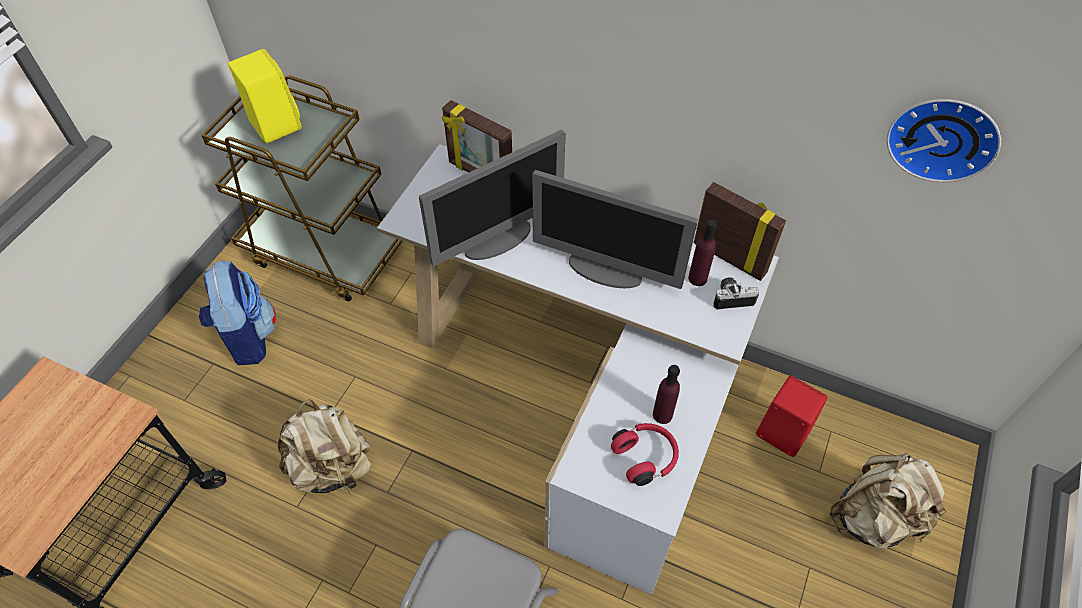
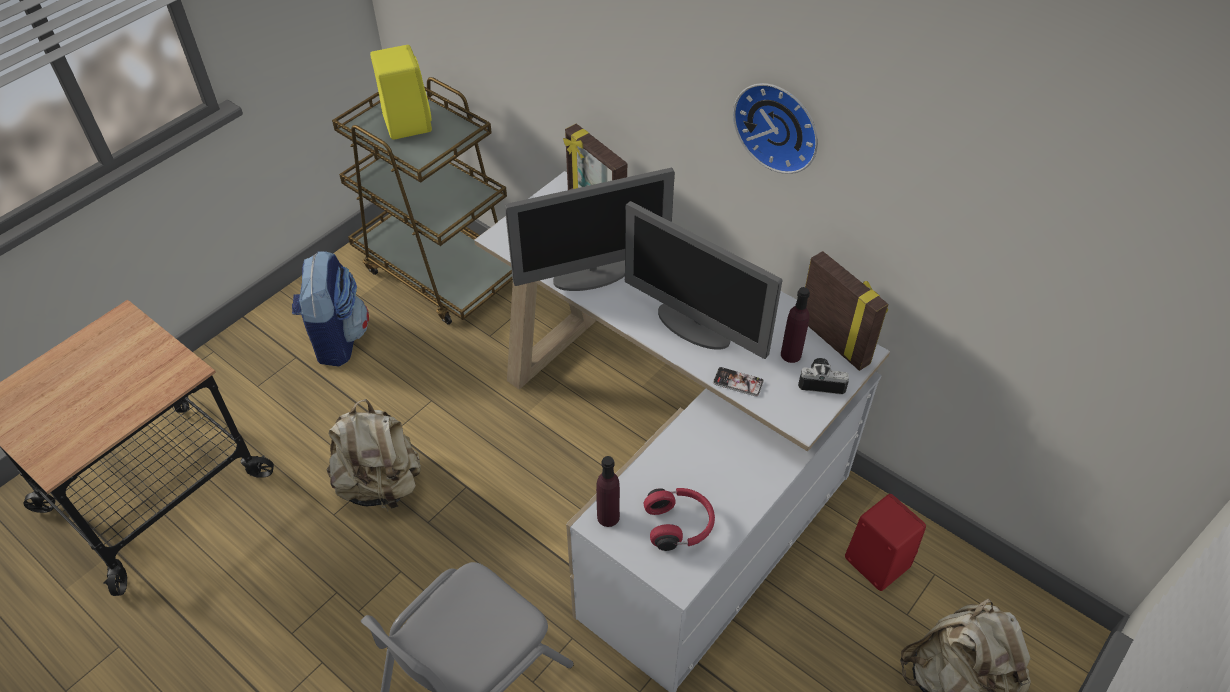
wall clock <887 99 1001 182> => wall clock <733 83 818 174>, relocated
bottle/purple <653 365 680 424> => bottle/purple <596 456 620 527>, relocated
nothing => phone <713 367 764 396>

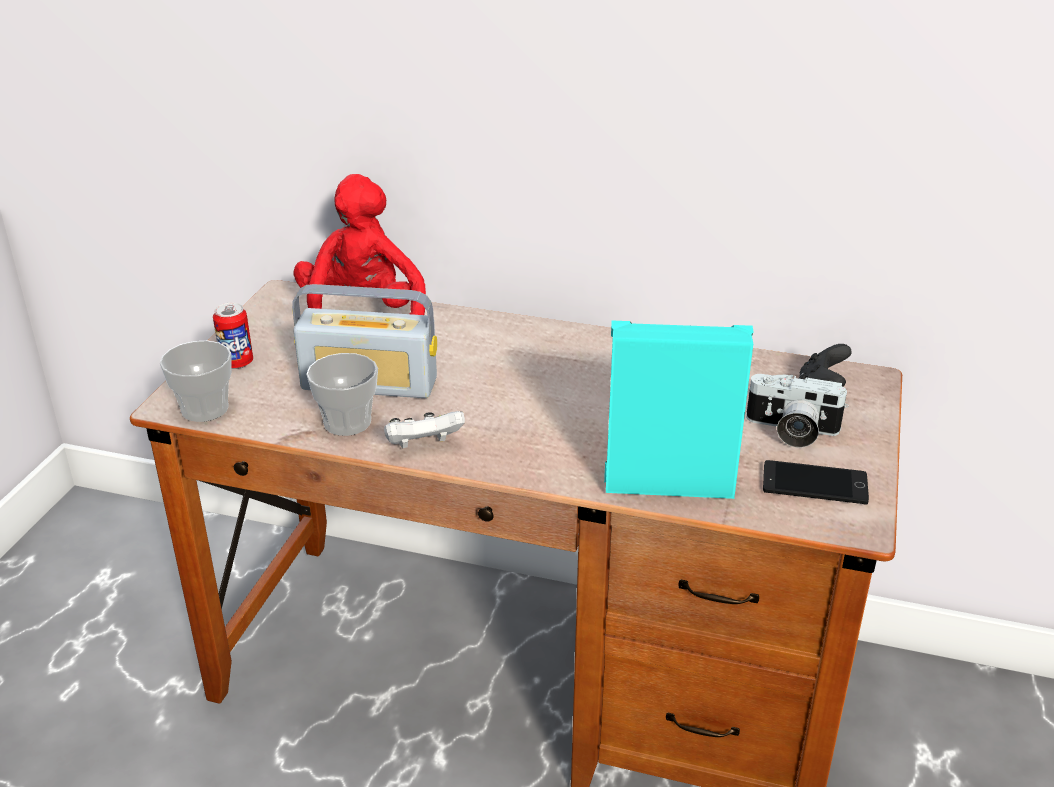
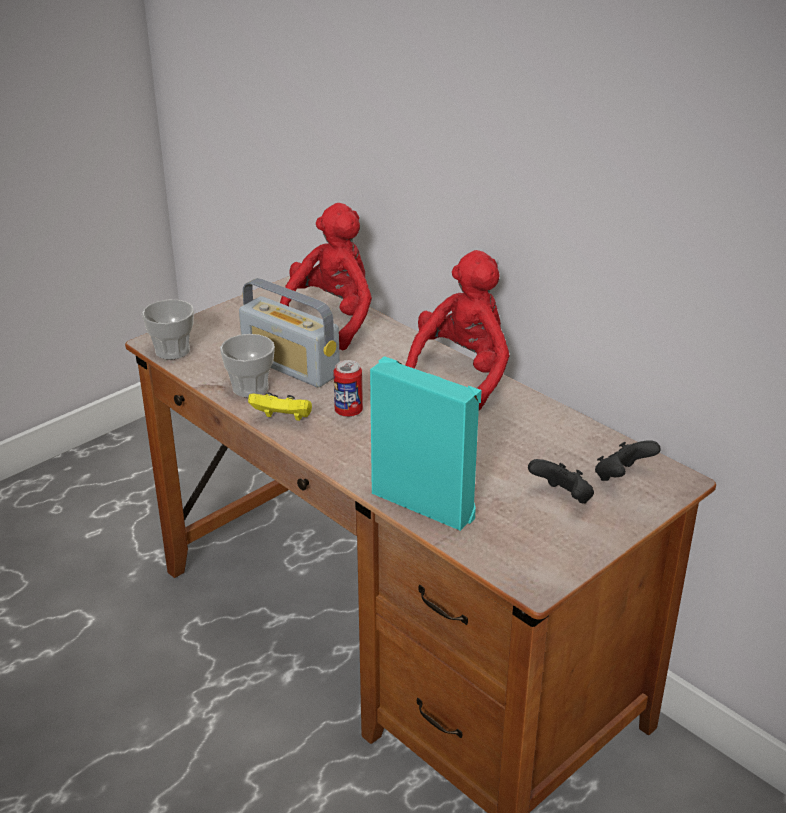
can <213 303 253 369> => can <333 360 363 417>, relocated
photo camera <746 374 849 448> => game controller/black <528 459 594 503>
game controller/white <384 411 465 449> => game controller/yellow <248 392 312 421>
phone <763 460 869 505> => nothing
nothing => plush toy/red <405 250 510 410>

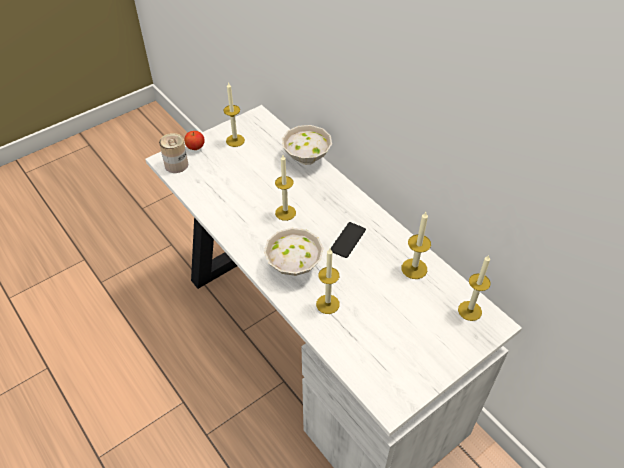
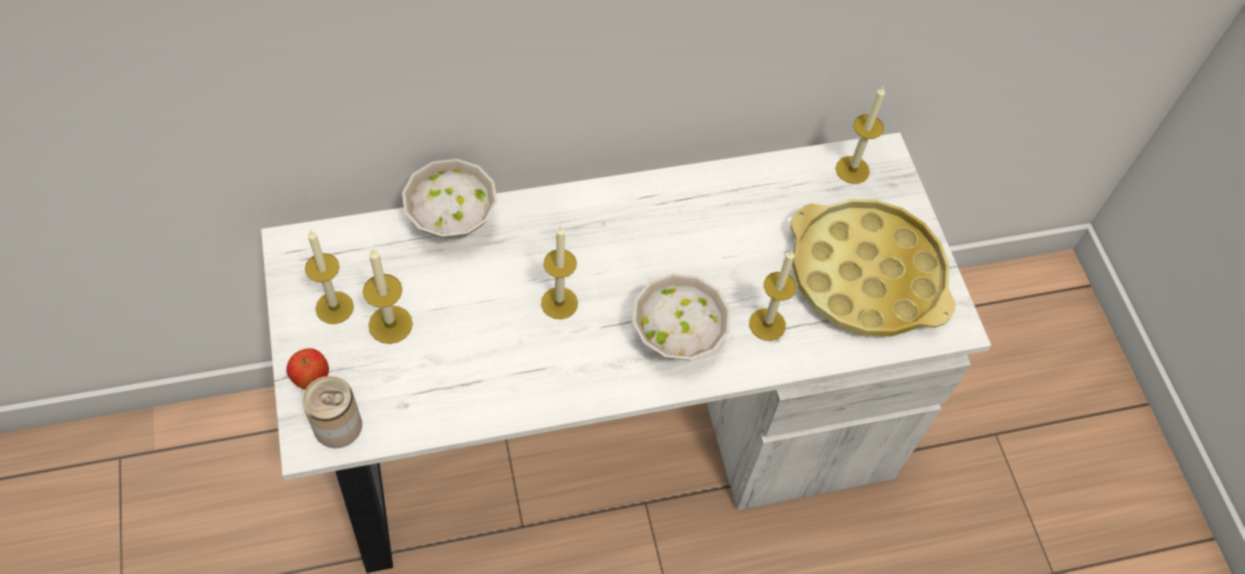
candle <402 212 431 279> => candle <363 248 413 344>, relocated
phone <330 222 366 258> => nothing
nothing => tray/yellow <790 199 955 336>

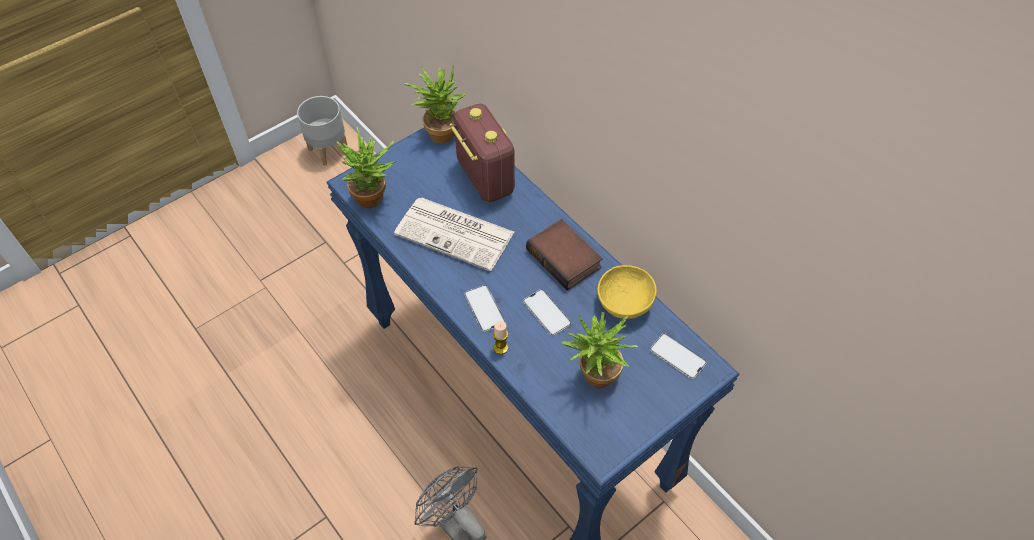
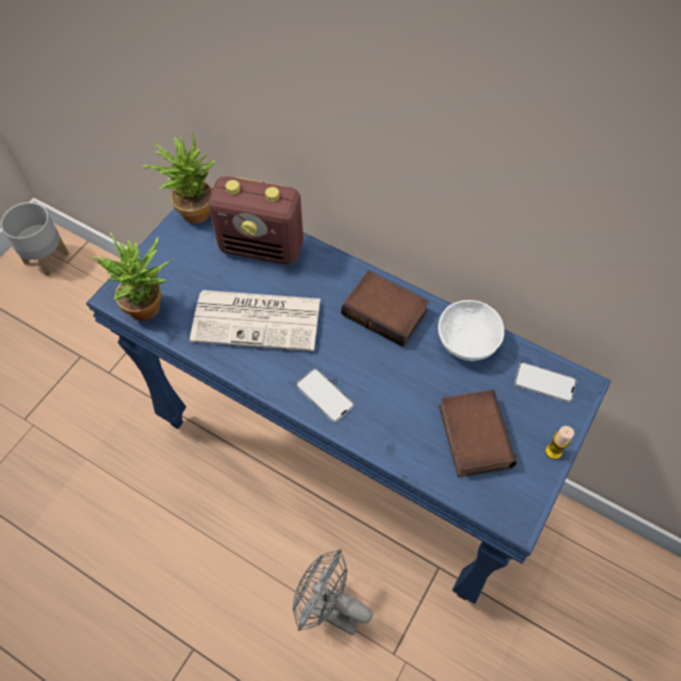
radio <449 103 515 202> => radio <208 176 303 265>, 150 degrees clockwise
bowl/yellow <597 265 657 319> => bowl/white <438 300 504 361>
phone <523 289 571 336> => nothing
potted plant <562 312 638 388> => book <439 390 517 477>
candle <493 321 508 354> => candle <545 426 574 460>, relocated

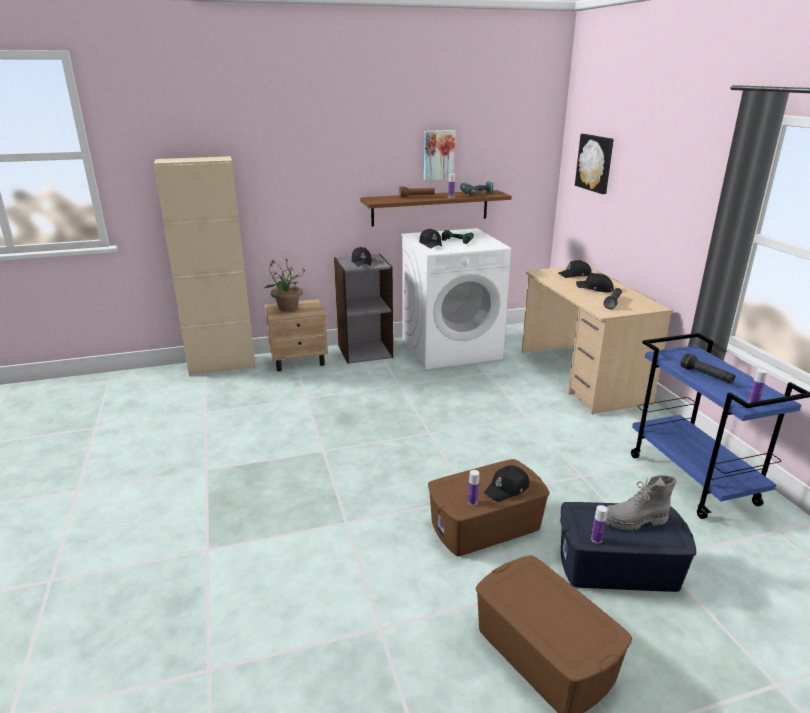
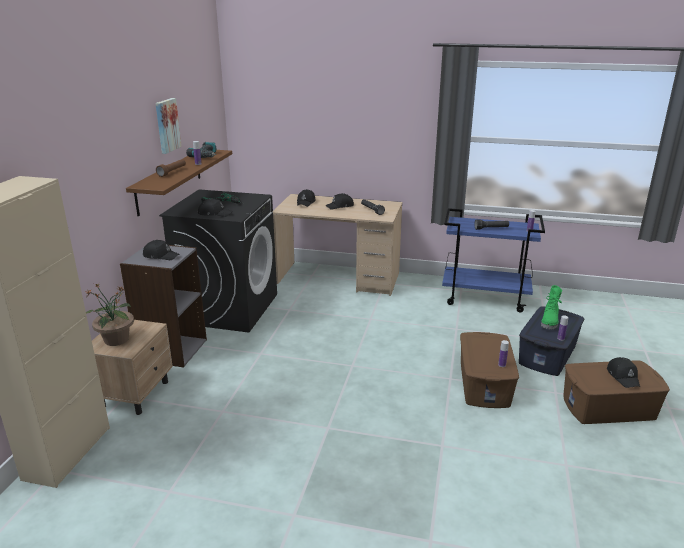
picture <575 134 614 194> => nothing
washing machine/white <402 228 511 369> => washing machine/black <159 189 277 333>
cap/black <484 465 529 502> => cap/black <607 357 640 388>, relocated
boot/grey <605 475 677 531> => boot/green <541 285 562 330>

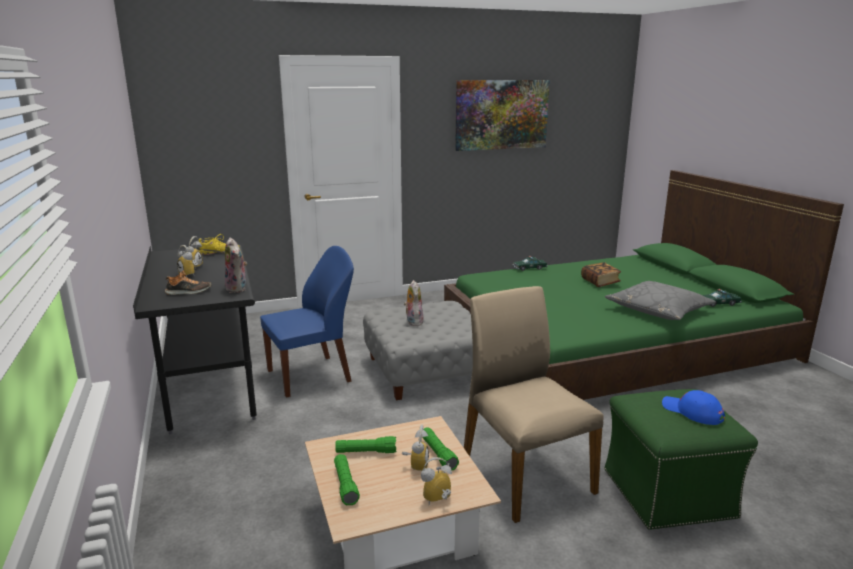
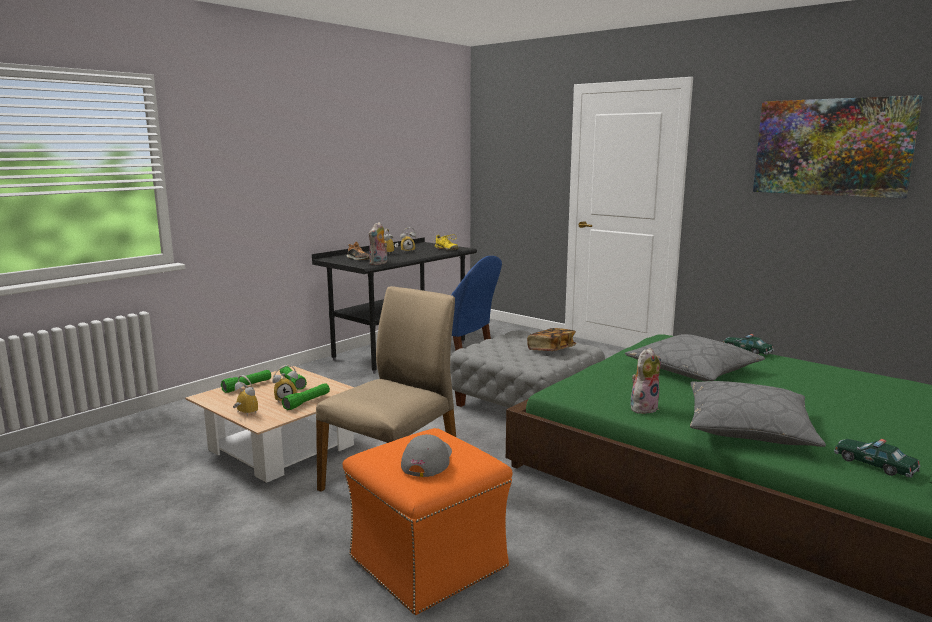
book <581 262 621 287> => book <527 328 576 351>, relocated
plush toy <404 280 424 326> => plush toy <631 348 661 414>, relocated
ottoman/green <604 389 758 530> => ottoman/orange <343 428 512 615>
cap/blue <662 390 725 425> => cap/grey <401 434 452 477>
nothing => pillow/grey <625 334 765 381>

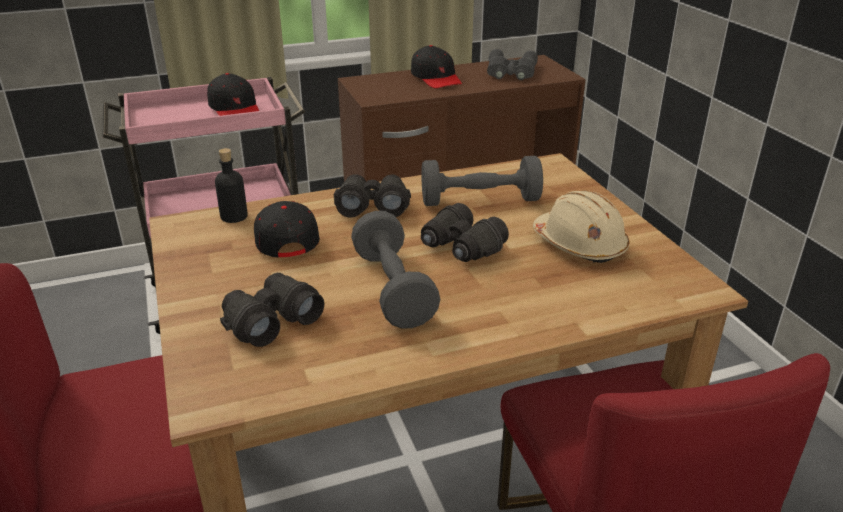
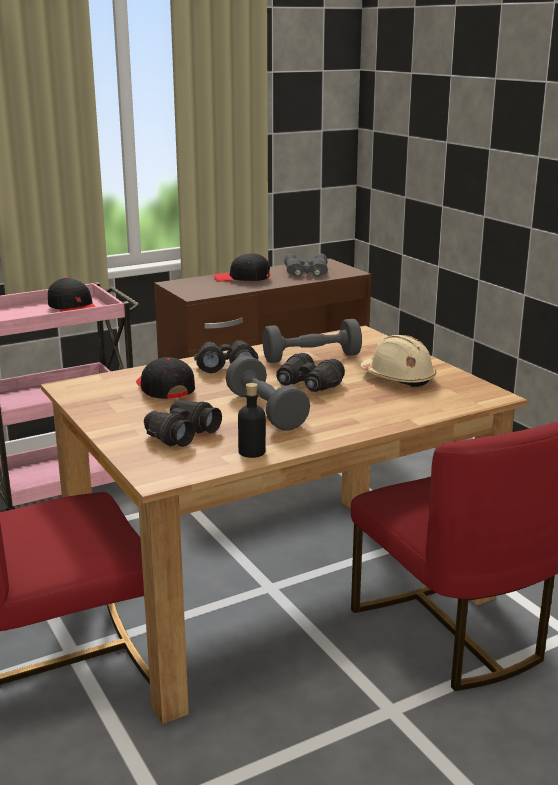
cap/black <411 45 462 88> => cap/black <214 253 270 282>, 135 degrees clockwise
bottle/black <215 148 248 223> => bottle/black <238 383 266 458>, relocated

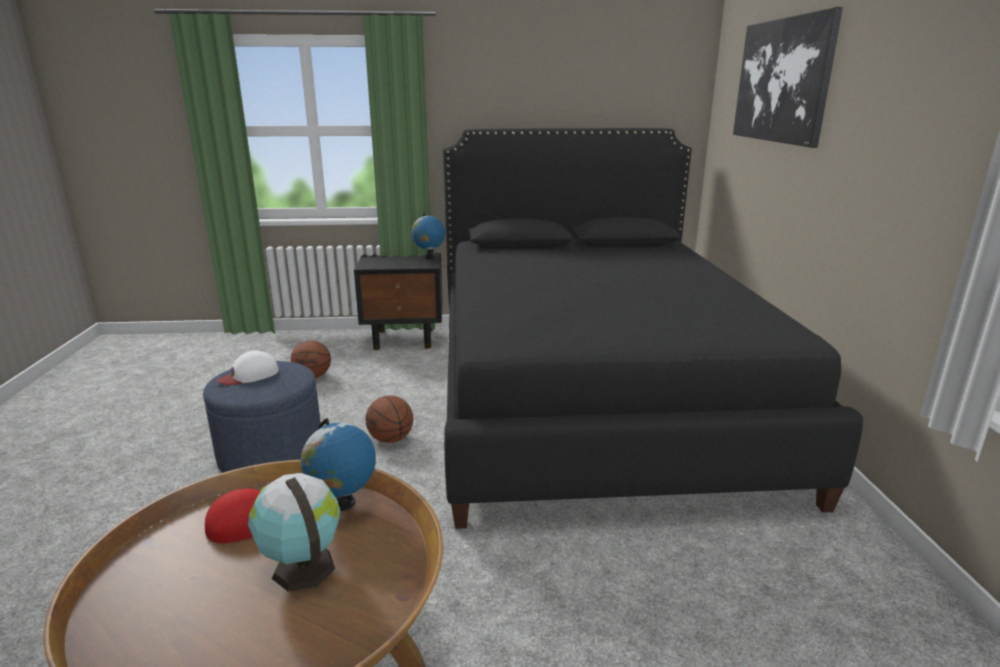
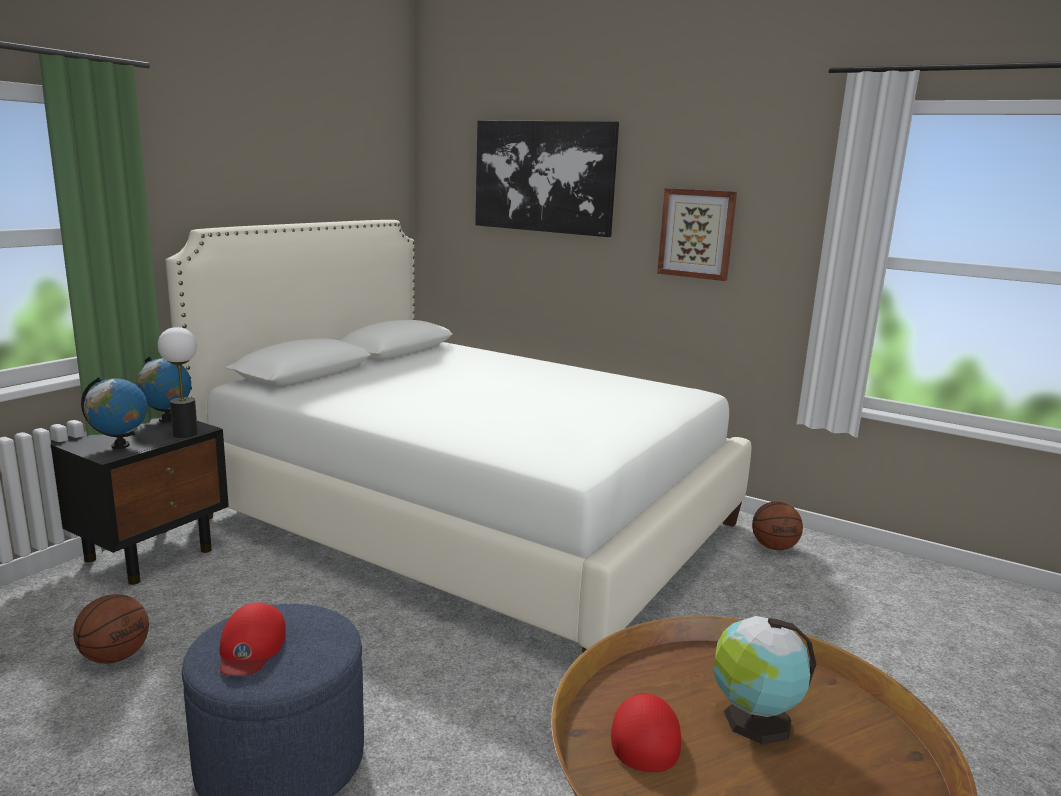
bed/black <443 128 863 529> => bed/white <166 220 751 652>
cap/white <217 351 279 385> => cap/red <220 602 286 676>
basketball <365 395 413 443> => basketball <752 502 803 550>, relocated
globe <301 418 376 511> => globe <81 377 147 449>, relocated
nothing => picture <657 188 737 281>
nothing => table lamp <158 327 198 438>

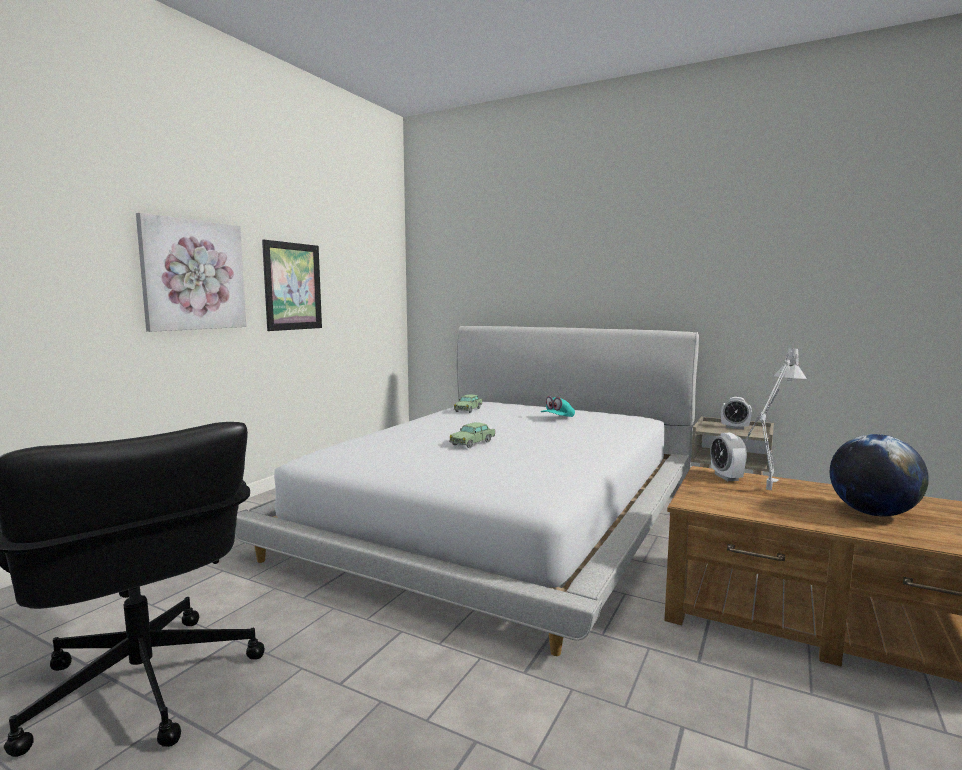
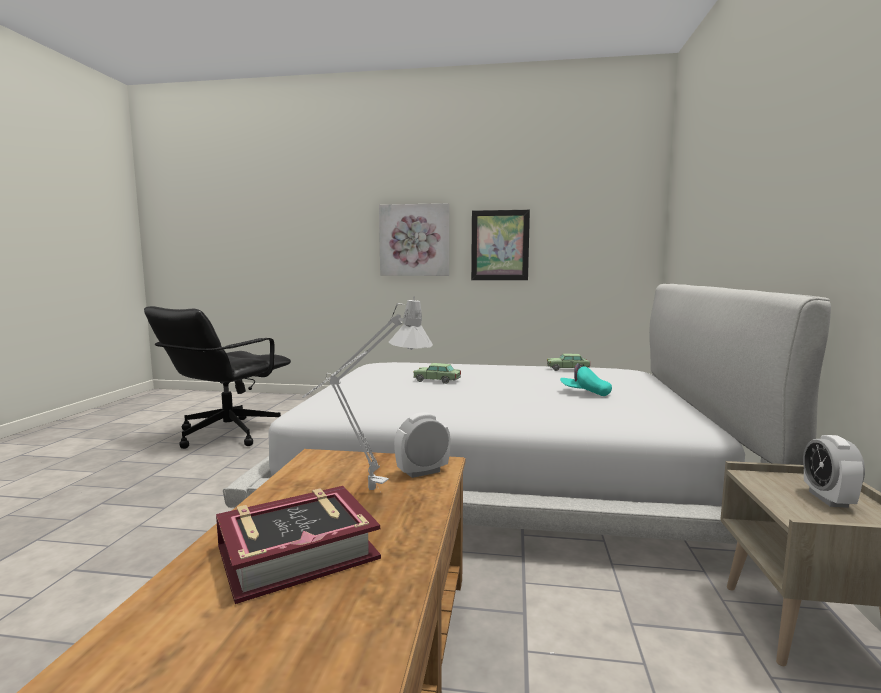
globe <830 434 929 516> => book <216 486 381 604>

